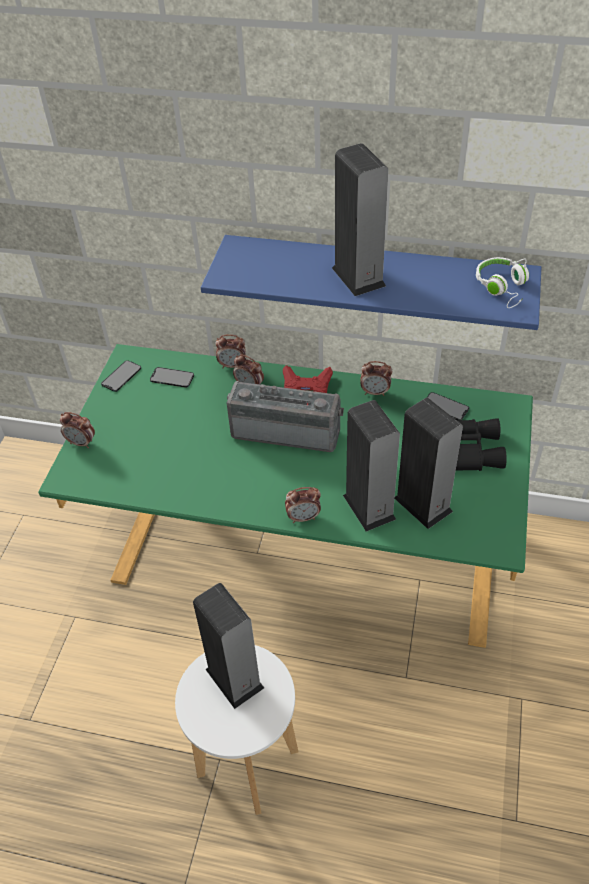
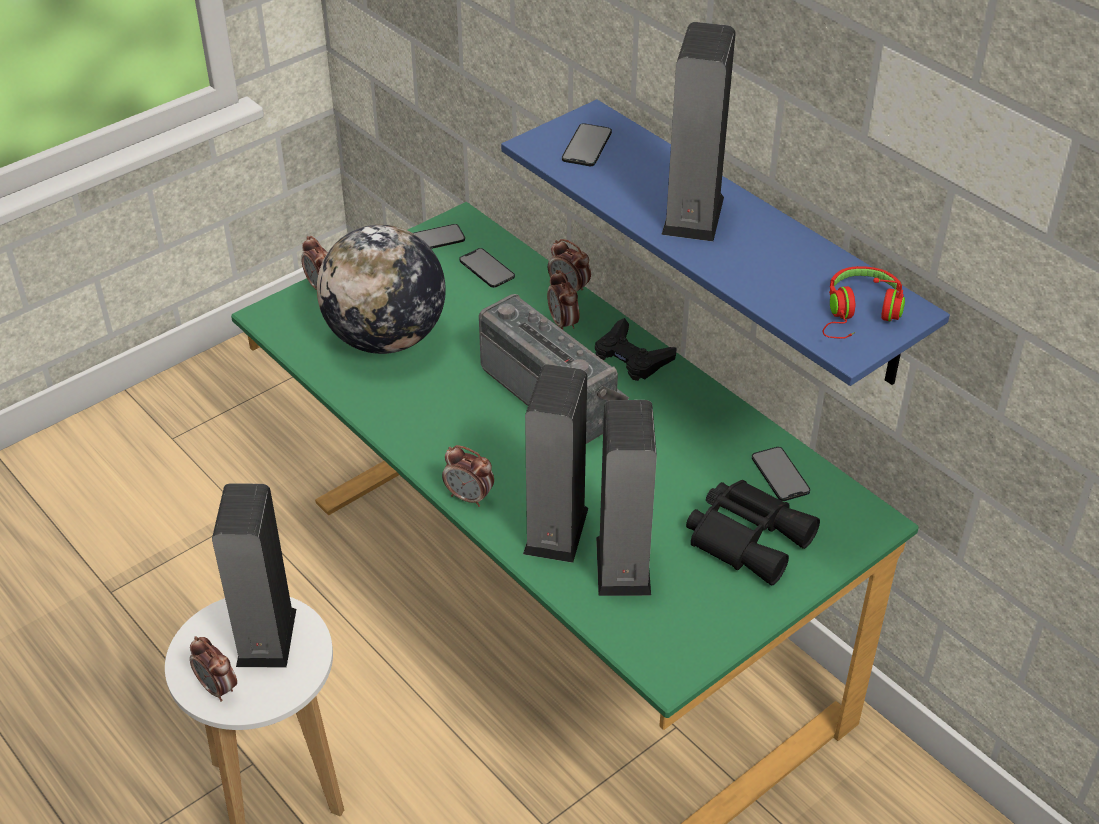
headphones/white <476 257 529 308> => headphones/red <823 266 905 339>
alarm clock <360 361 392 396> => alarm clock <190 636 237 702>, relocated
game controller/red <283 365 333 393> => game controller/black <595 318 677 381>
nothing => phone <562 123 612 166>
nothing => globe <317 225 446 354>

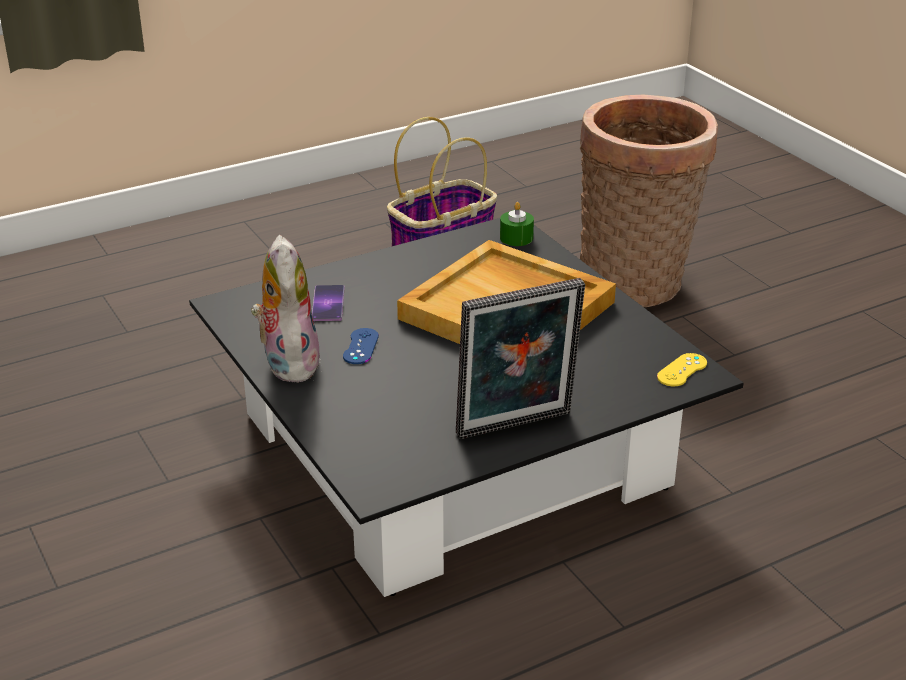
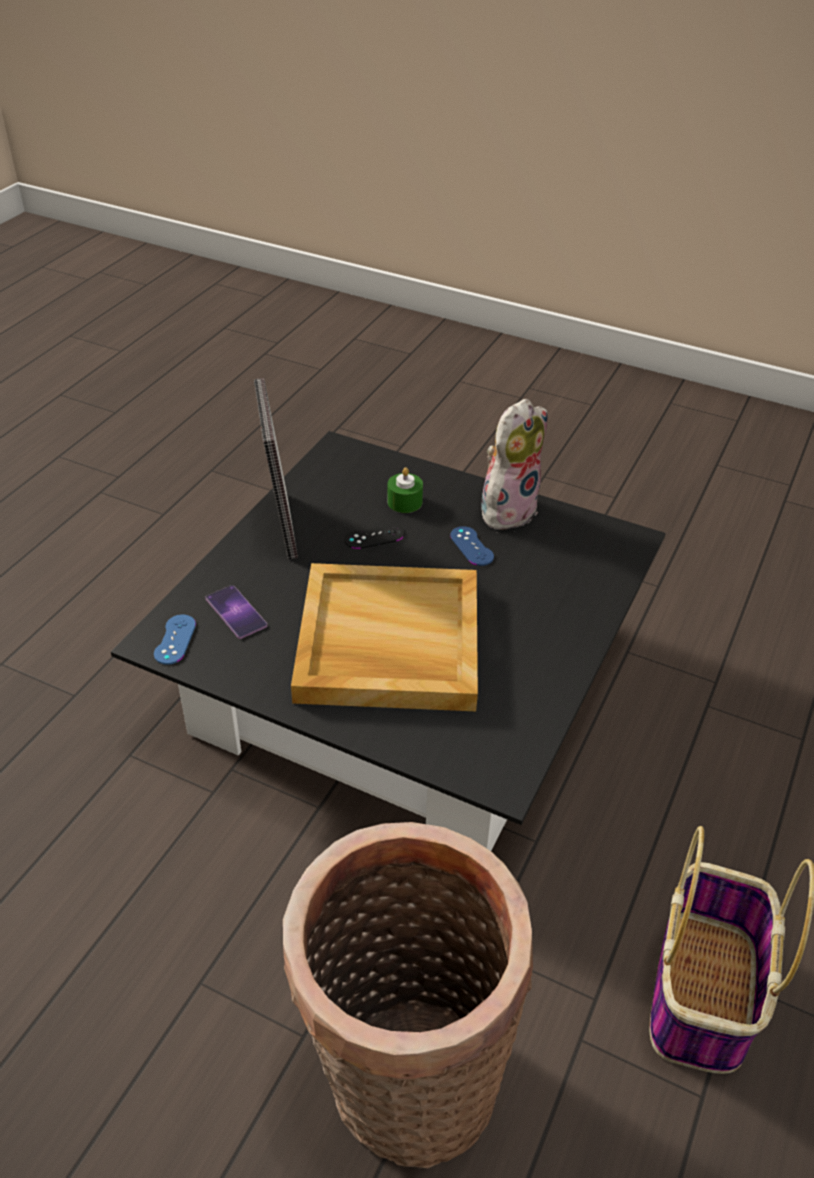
candle/green <500 202 534 246> => candle/green <387 467 423 513>, relocated
plush toy <251 235 321 382> => plush toy <481 399 547 530>, 90 degrees counterclockwise
picture frame <456 278 585 439> => picture frame <254 378 298 559>, 45 degrees counterclockwise
phone <312 285 345 321> => phone <206 585 267 639>, relocated
game controller/yellow <657 353 707 386> => game controller/blue <154 615 196 665>
nothing => game controller/black <344 524 404 549>

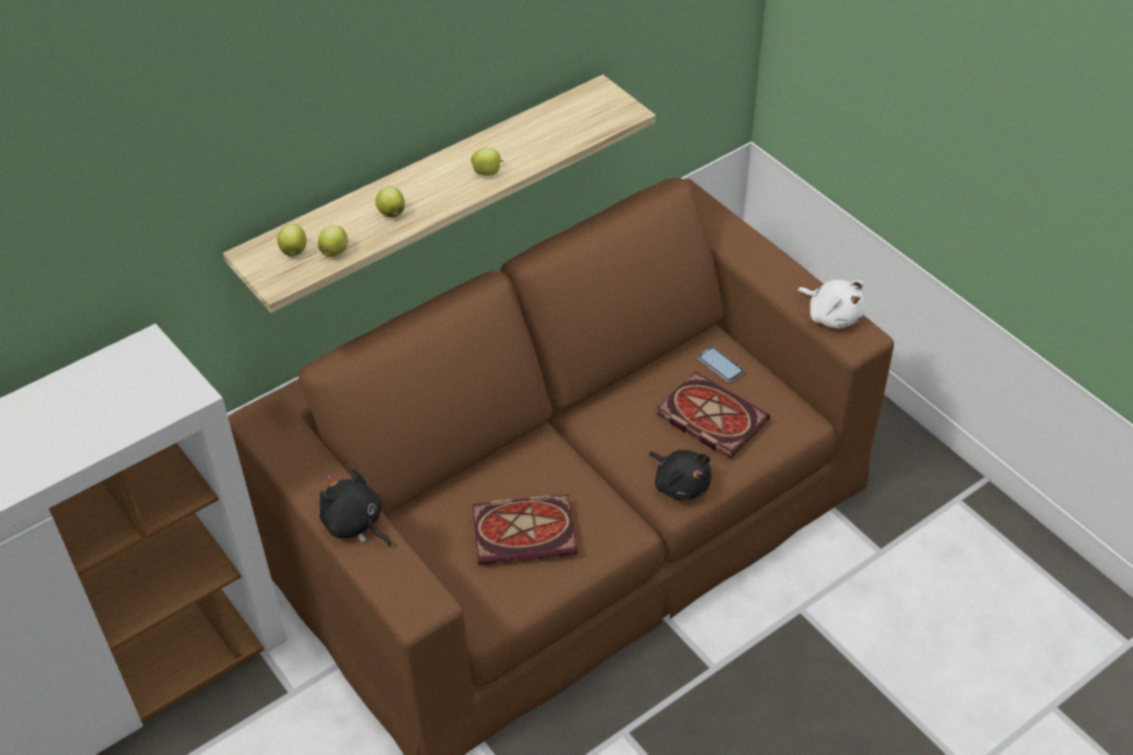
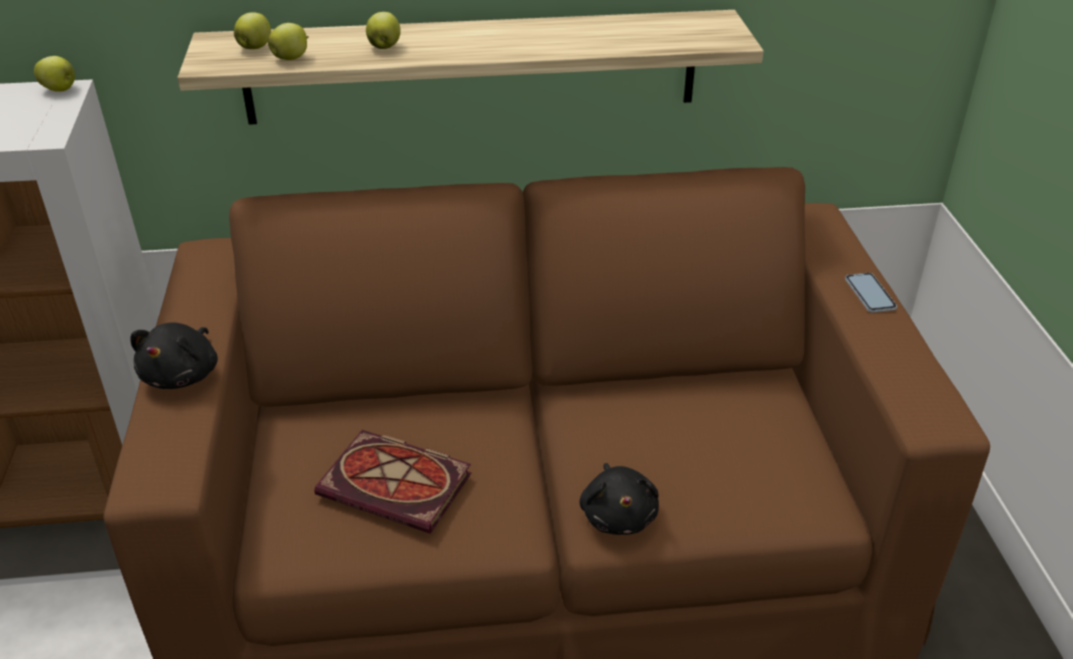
apple <471 148 504 176> => apple <34 56 75 92>, relocated
plush toy/white <797 280 864 329> => nothing
phone <697 346 744 382> => phone <845 273 897 313>, relocated
book <656 372 770 459> => nothing
plush toy/black <320 468 391 547> => plush toy/black <130 322 218 389>, 150 degrees counterclockwise

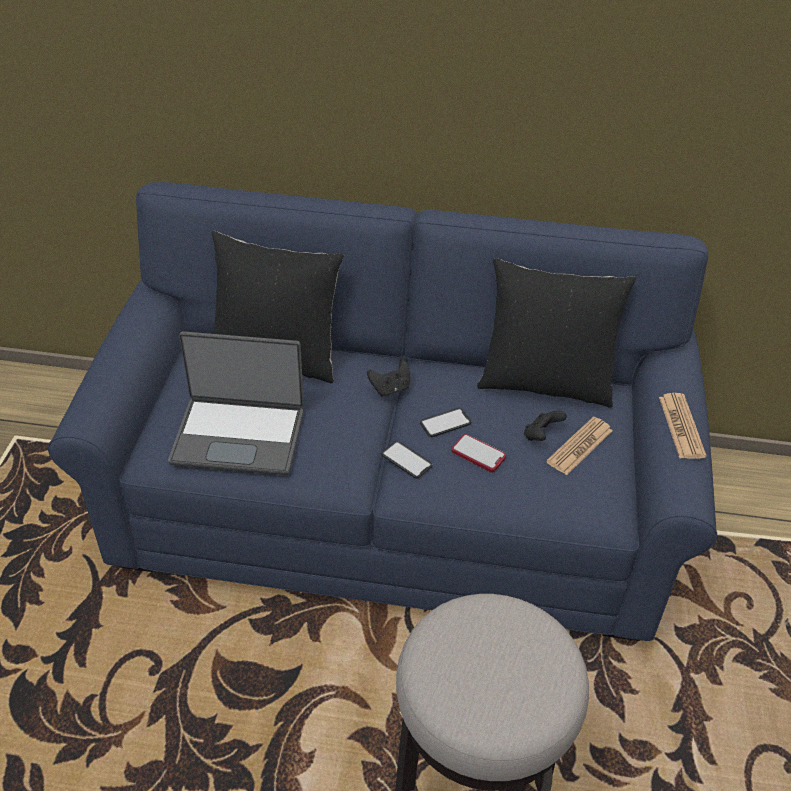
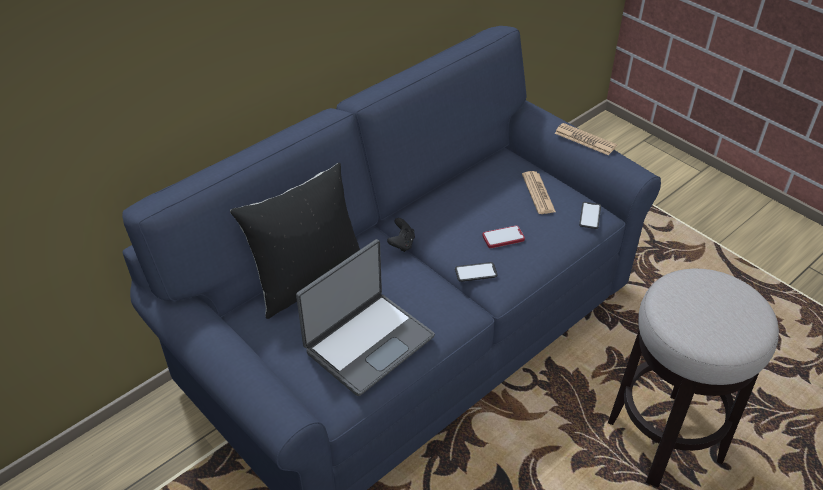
pillow/black <477 258 636 408> => nothing
phone <420 408 472 437> => phone <579 202 601 229>, relocated
game controller/black <524 410 567 441> => nothing

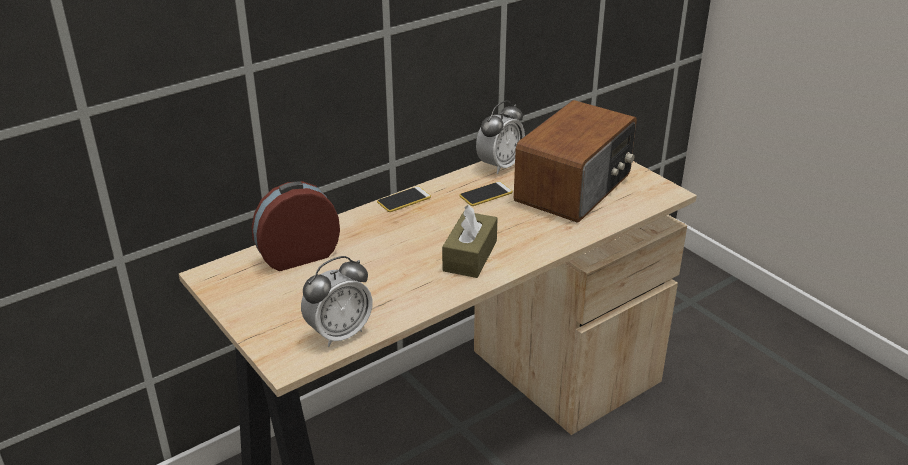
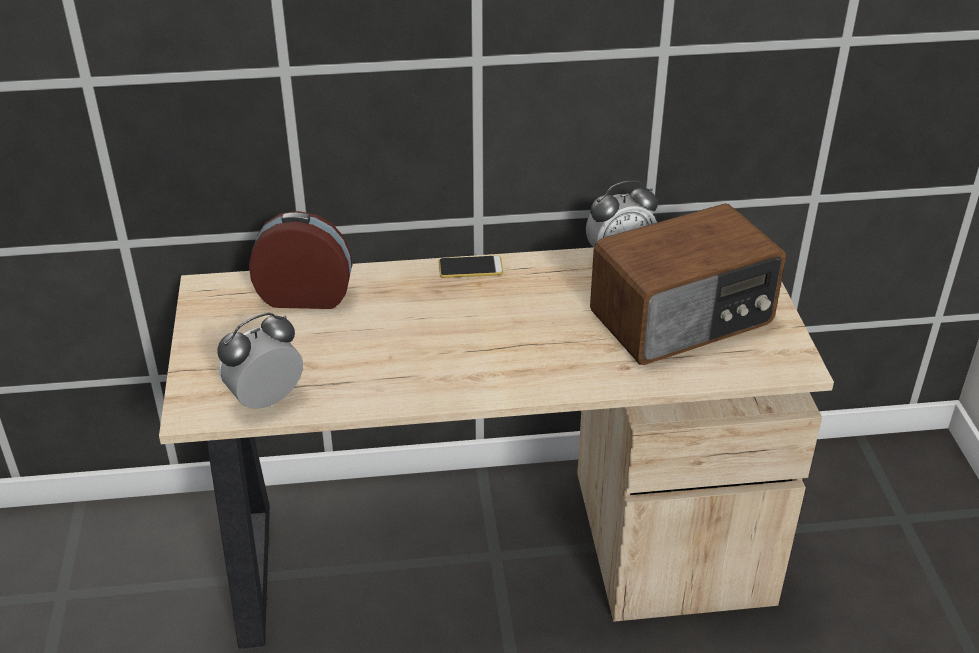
phone <459 181 513 206> => nothing
tissue box/brown <442 205 498 278> => nothing
alarm clock <301 256 372 347> => alarm clock <217 313 303 409>, 150 degrees clockwise

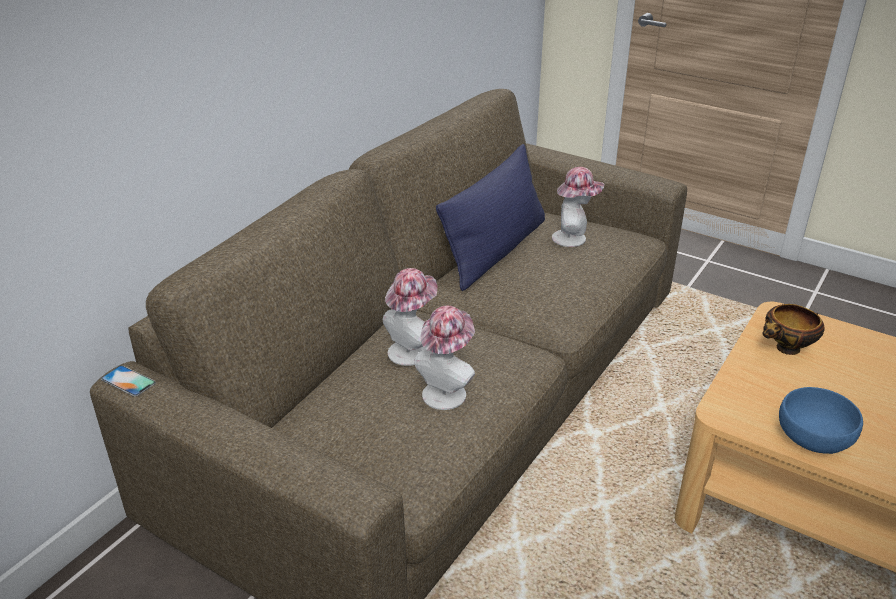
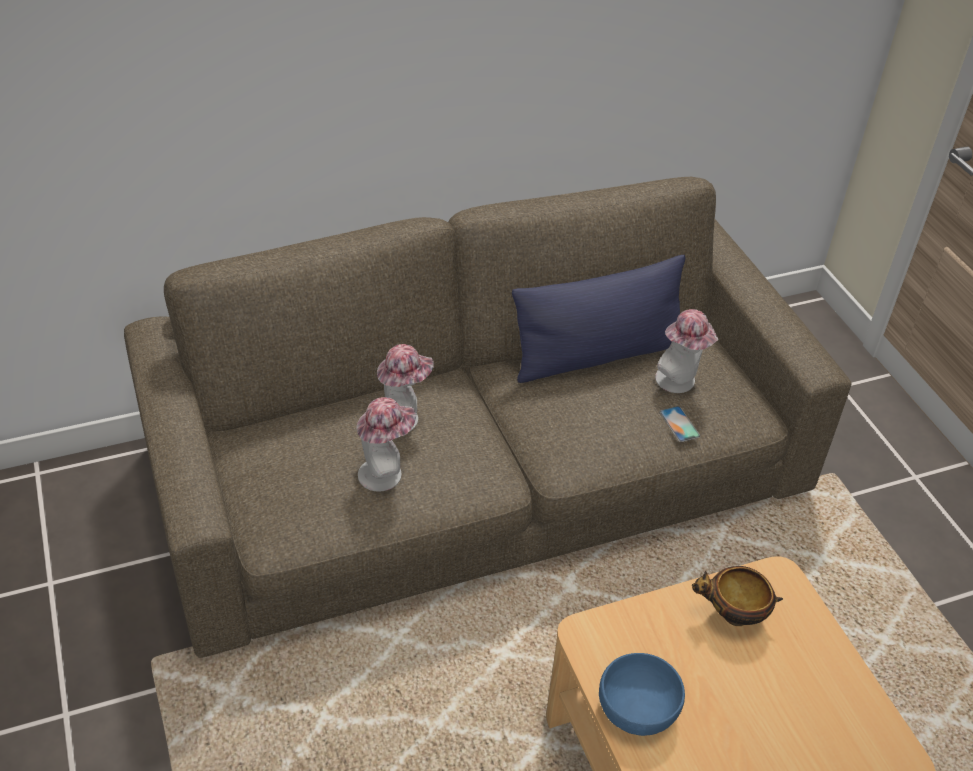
phone <101 365 156 397> => phone <659 406 700 442>, relocated

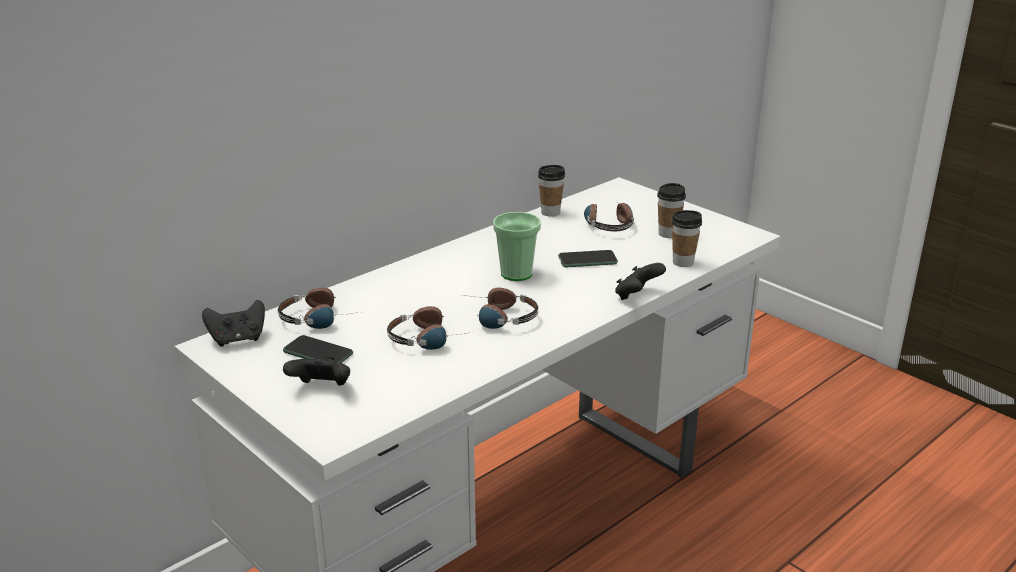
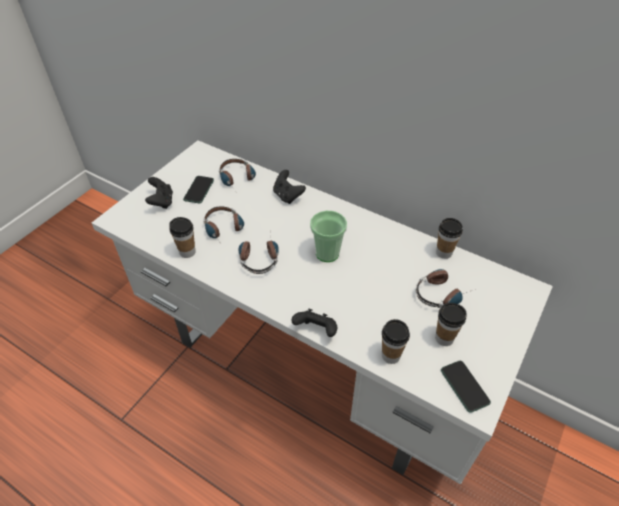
phone <558 250 618 267> => phone <441 361 491 413>, relocated
game controller/black <202 300 265 347> => game controller/black <273 170 306 204>, relocated
nothing => cup <169 217 195 258>

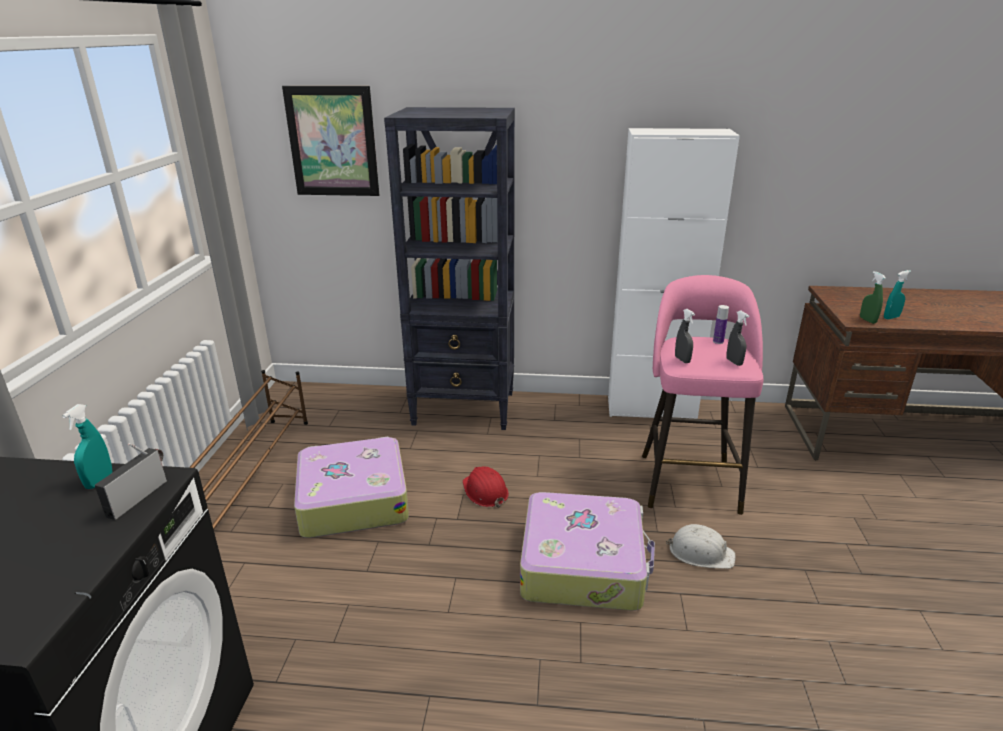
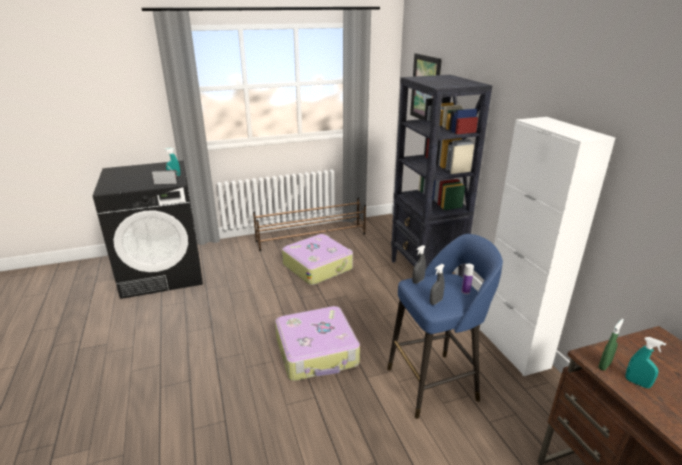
stool/pink <642 275 764 515> => stool/blue <387 234 503 419>
hard hat/red <463 466 509 508> => nothing
hard hat/white <666 524 736 569> => nothing

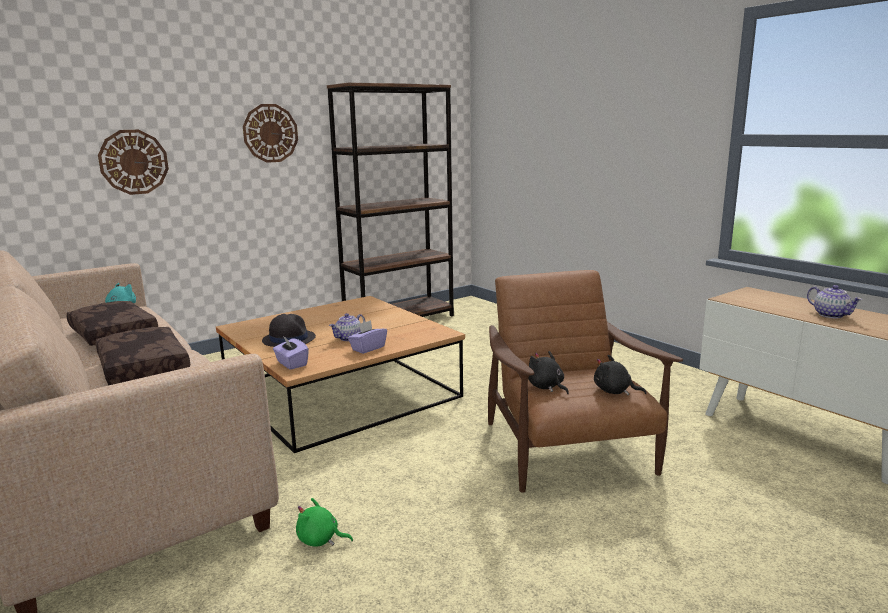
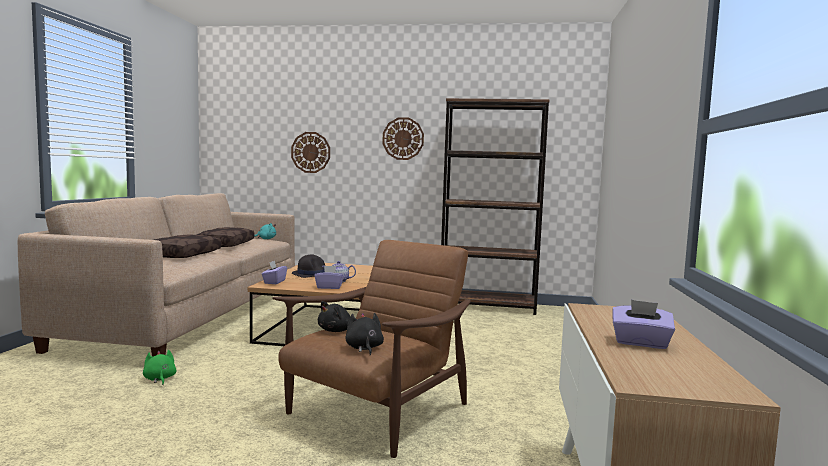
teapot <807 285 863 318> => tissue box/purple <612 300 675 349>
plush toy/black <528 351 569 394> => plush toy/black <318 301 351 332>, 150 degrees counterclockwise

